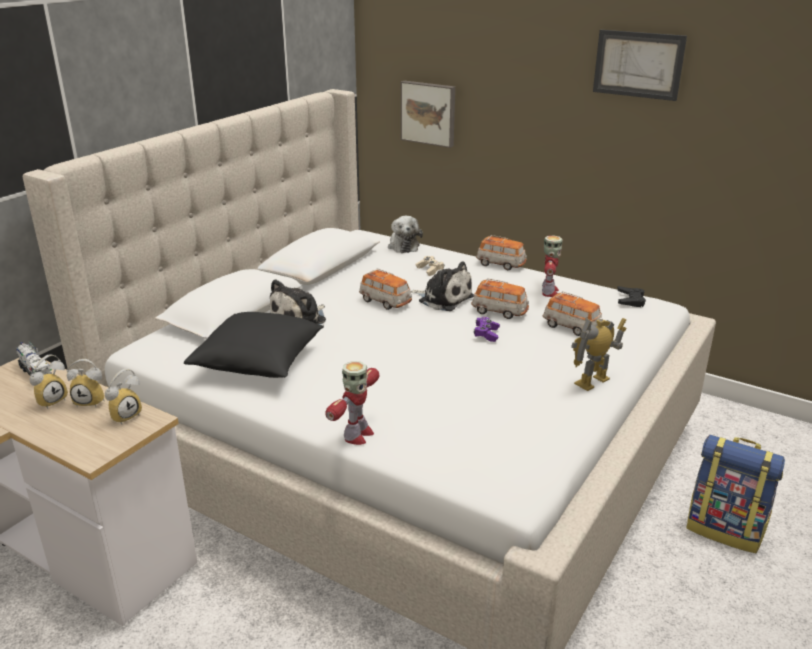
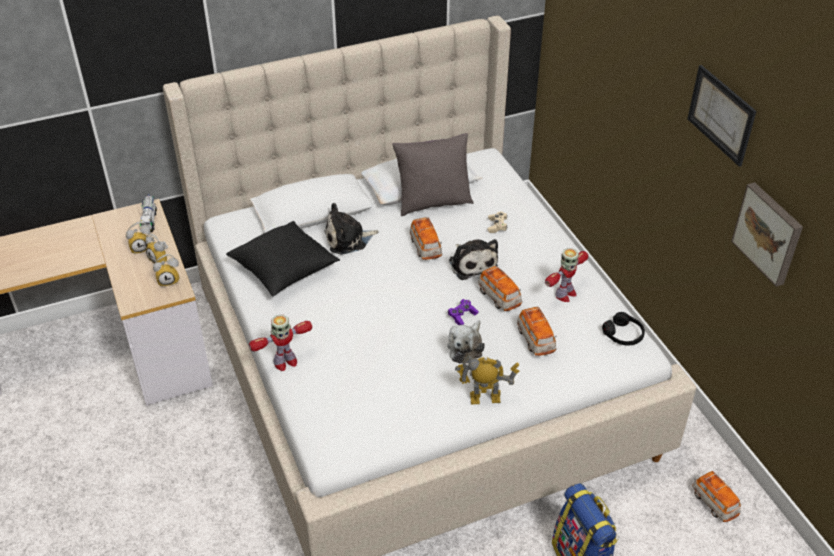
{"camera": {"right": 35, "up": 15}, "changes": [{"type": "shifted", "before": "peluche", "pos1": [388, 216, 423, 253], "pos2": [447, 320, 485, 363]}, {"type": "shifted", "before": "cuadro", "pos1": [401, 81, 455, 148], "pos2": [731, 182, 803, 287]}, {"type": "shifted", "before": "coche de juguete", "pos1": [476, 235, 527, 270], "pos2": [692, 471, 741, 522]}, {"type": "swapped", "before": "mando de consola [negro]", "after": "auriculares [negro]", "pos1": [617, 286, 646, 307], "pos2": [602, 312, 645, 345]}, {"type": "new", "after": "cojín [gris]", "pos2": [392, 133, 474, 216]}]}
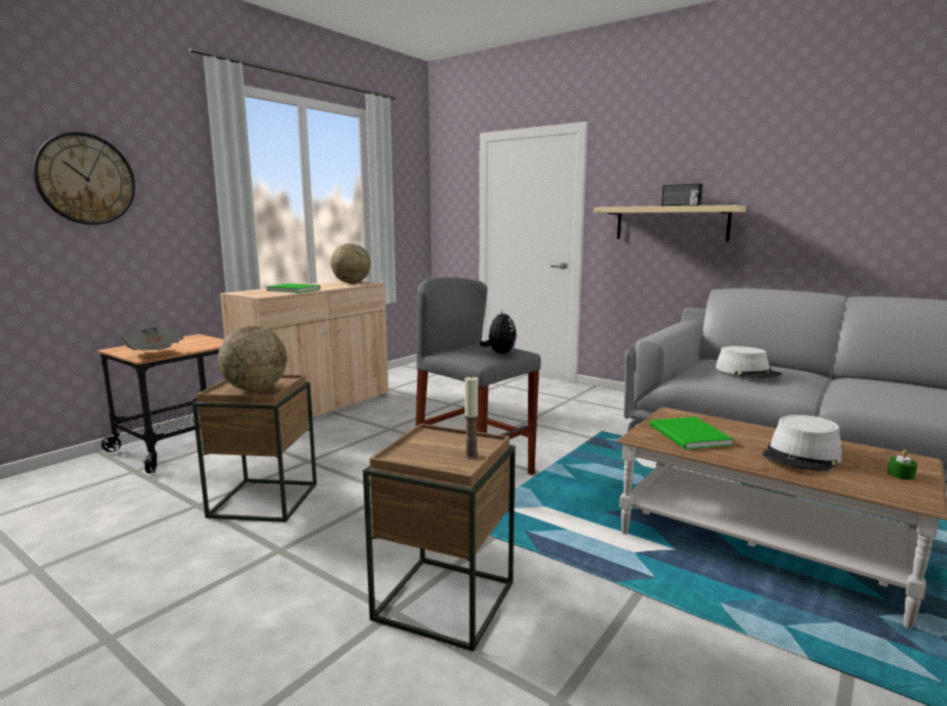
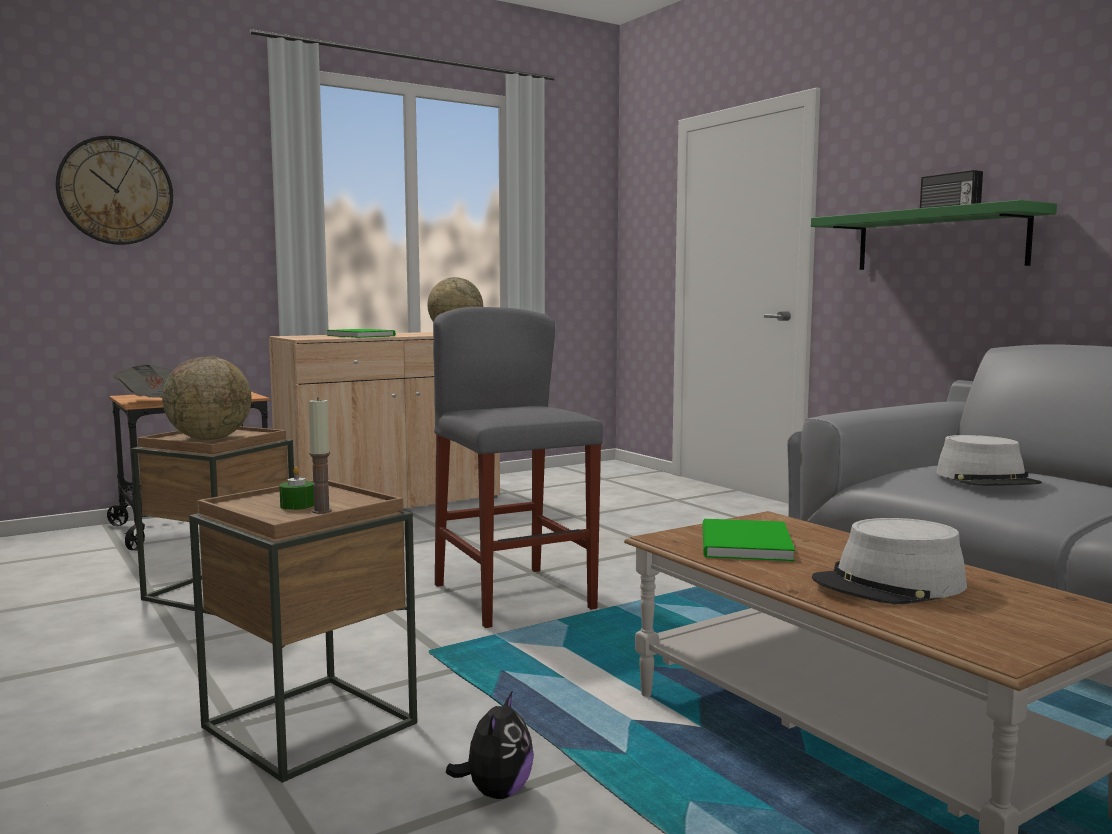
{"camera": {"right": 20, "up": -5}, "changes": [{"type": "shifted", "before": "peluche", "pos1": [480, 309, 517, 353], "pos2": [446, 690, 534, 799]}, {"type": "repainted", "before": "estante [beis]", "after": "estante [verde]", "pos1": [594, 205, 746, 241], "pos2": [811, 200, 1057, 270]}, {"type": "shifted", "before": "vela [verde]", "pos1": [887, 449, 917, 480], "pos2": [279, 467, 314, 510]}]}
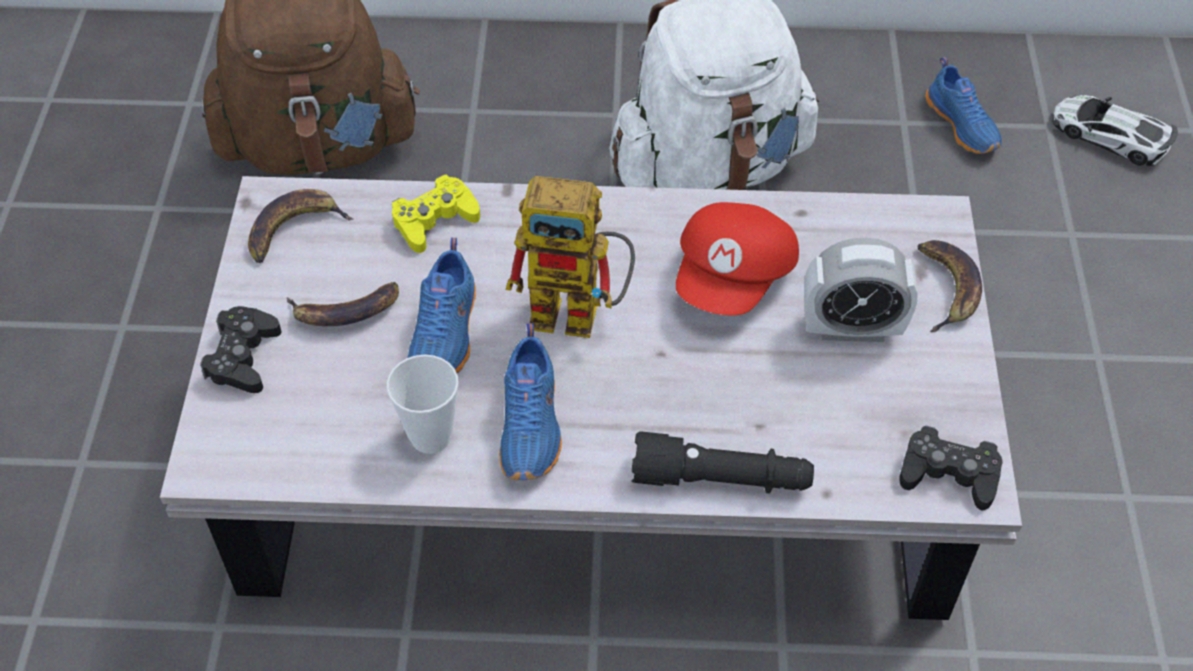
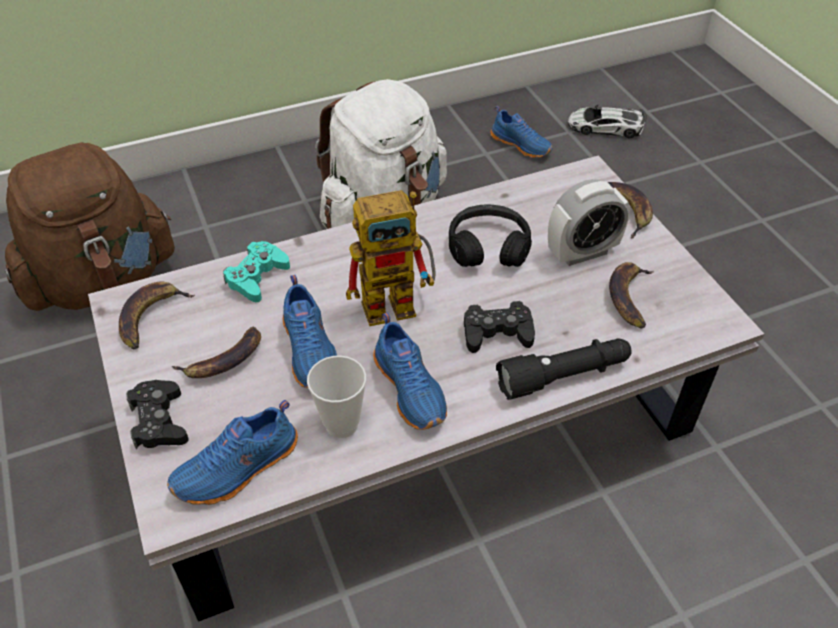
{"camera": {"right": -25, "up": -5}, "changes": [{"type": "repainted", "before": "mando de consola [amarillo]", "after": "mando de consola [turquesa]", "pos1": [392, 175, 480, 253], "pos2": [223, 241, 290, 302]}, {"type": "swapped", "before": "gorra [rojo]", "after": "auriculares [negro]", "pos1": [676, 202, 799, 315], "pos2": [449, 204, 532, 267]}, {"type": "shifted", "before": "mando de consola [negro]", "pos1": [899, 426, 1003, 511], "pos2": [464, 301, 535, 353]}, {"type": "new", "after": "zapato [azul]", "pos2": [167, 400, 298, 505]}, {"type": "new", "after": "plátano", "pos2": [609, 262, 654, 329]}]}
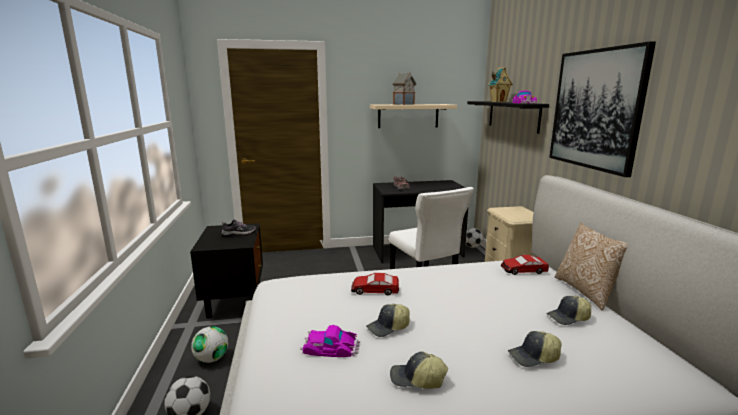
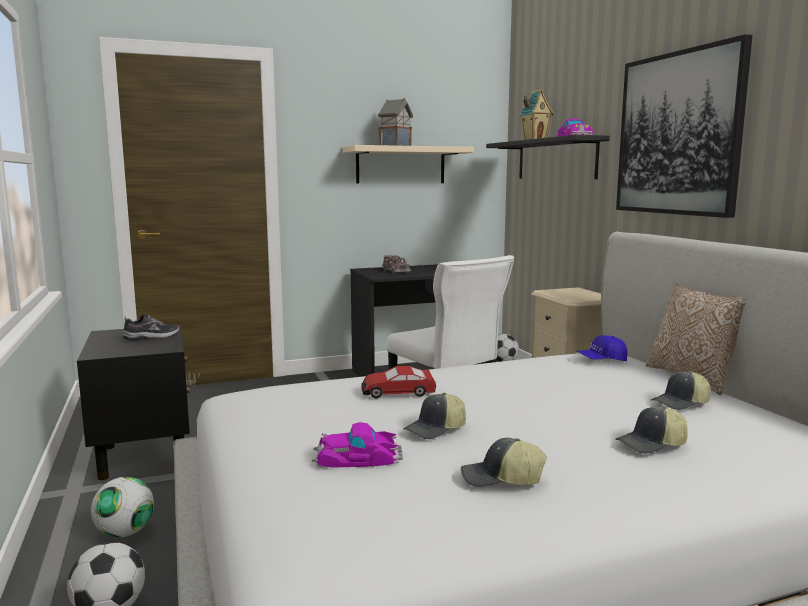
{"camera": {"right": -10, "up": -5}, "changes": [{"type": "swapped", "before": "coche de juguete", "after": "gorra [azul]", "pos1": [501, 255, 549, 275], "pos2": [576, 335, 627, 361]}]}
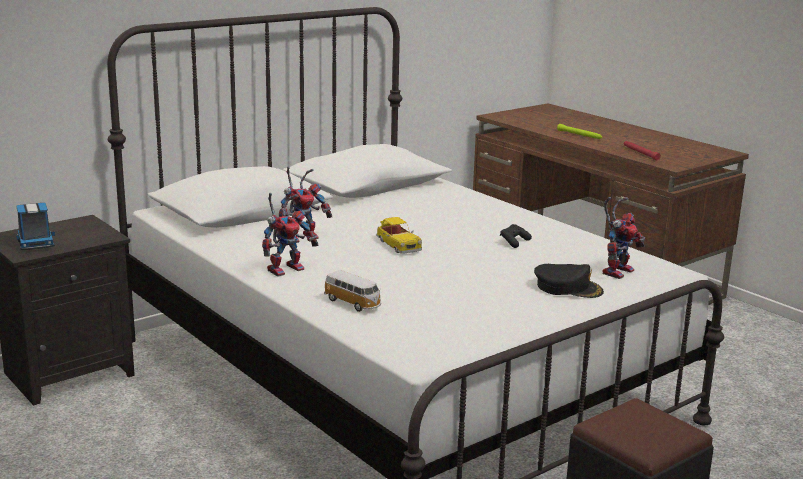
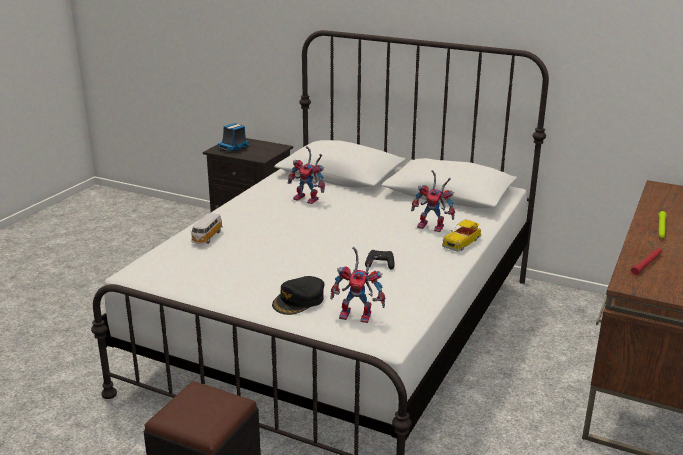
{"camera": {"right": 65, "up": 5}, "changes": [{"type": "shifted", "before": "robot de juguete", "pos1": [262, 193, 319, 277], "pos2": [411, 170, 455, 232]}, {"type": "shifted", "before": "coche de juguete", "pos1": [376, 217, 422, 254], "pos2": [442, 219, 481, 251]}, {"type": "rotated", "before": "gorra [negro]", "pos1": [534, 264, 604, 298], "pos2": [272, 276, 324, 315], "turn": 45}]}
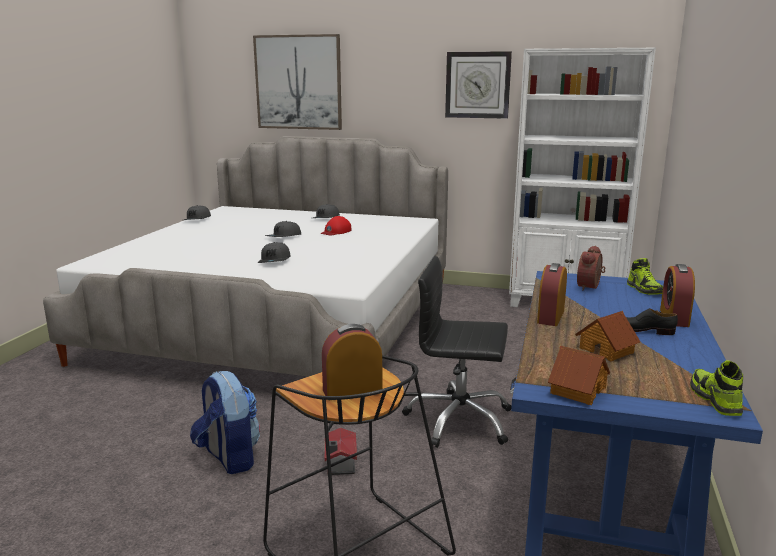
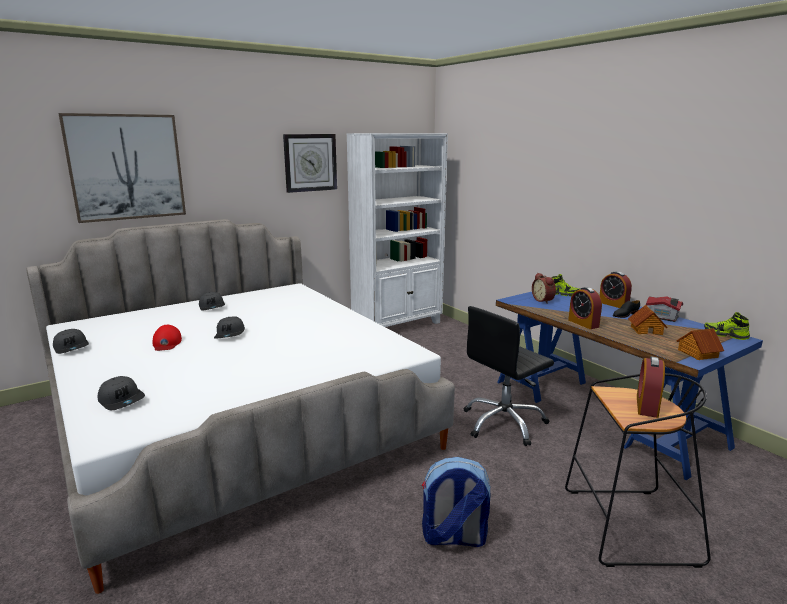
{"camera": {"right": -50, "up": 0}, "changes": [{"type": "shifted", "before": "gorra [gris]", "pos1": [258, 242, 291, 263], "pos2": [98, 376, 145, 410]}, {"type": "shifted", "before": "gorra [rojo]", "pos1": [321, 216, 351, 235], "pos2": [153, 325, 182, 351]}, {"type": "shifted", "before": "casita", "pos1": [325, 428, 357, 475], "pos2": [646, 296, 683, 322]}]}
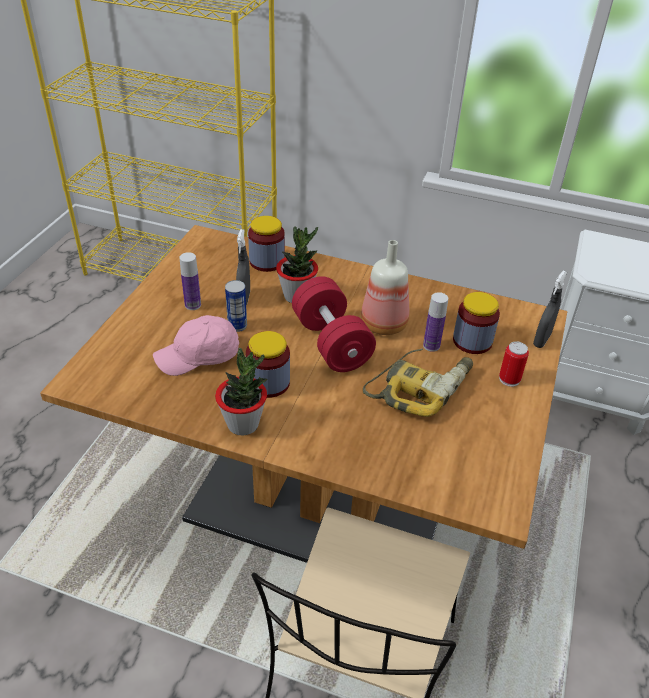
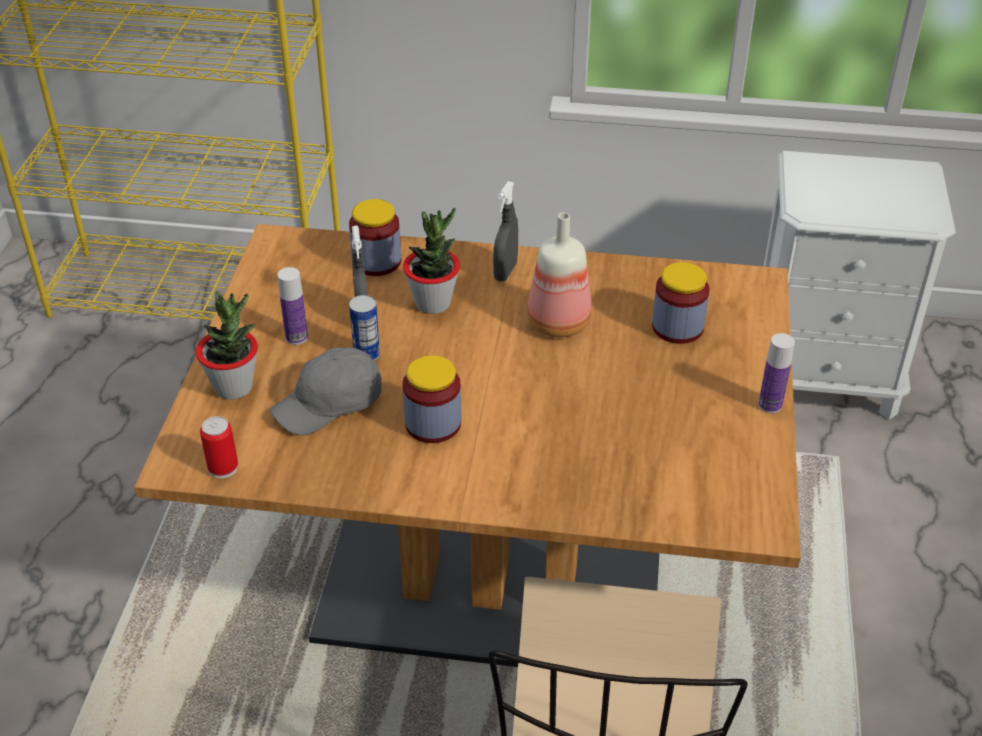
{"camera": {"right": -10, "up": 0}, "changes": [{"type": "repainted", "before": "gorra [rosa]", "after": "gorra [gris]", "pos1": [153, 315, 239, 376], "pos2": [270, 347, 382, 435]}, {"type": "shifted", "before": "planta en maceta", "pos1": [215, 348, 267, 436], "pos2": [196, 291, 258, 400]}, {"type": "gone", "before": "mancuerna [rojo]", "pos1": [292, 276, 376, 372]}, {"type": "gone", "before": "taladro", "pos1": [363, 348, 473, 417]}, {"type": "shifted", "before": "botella", "pos1": [423, 292, 448, 352], "pos2": [758, 333, 795, 413]}, {"type": "shifted", "before": "lata", "pos1": [499, 341, 529, 387], "pos2": [200, 416, 238, 479]}, {"type": "shifted", "before": "pulverizador [gris]", "pos1": [533, 271, 567, 348], "pos2": [493, 181, 518, 281]}]}
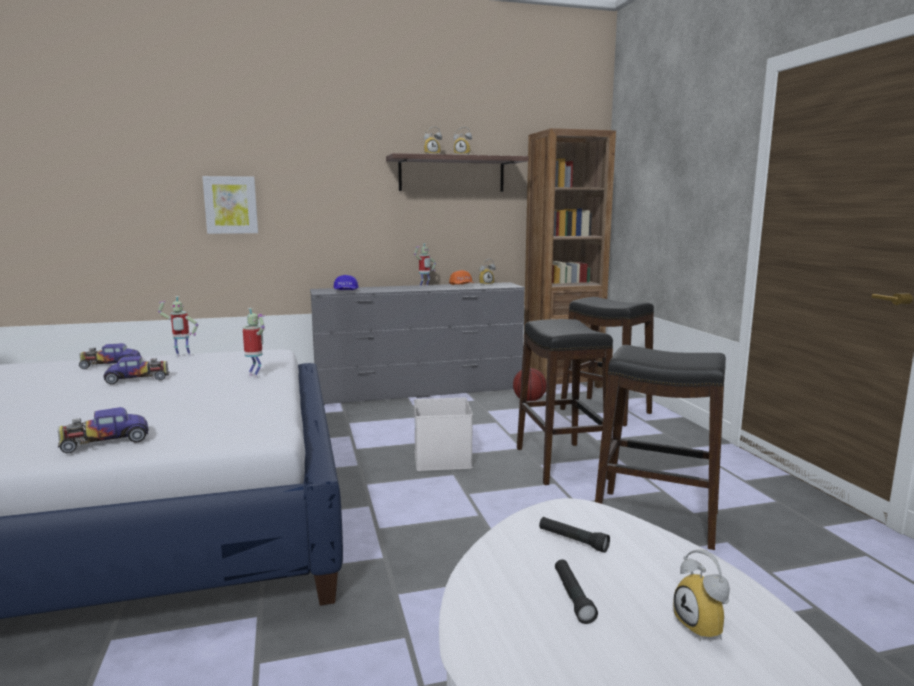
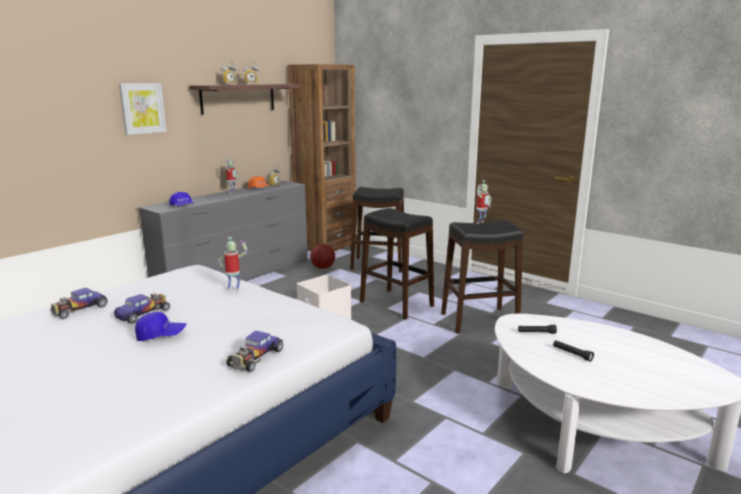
{"camera": {"right": -35, "up": 5}, "changes": [{"type": "shifted", "before": "robot de juguete", "pos1": [158, 296, 198, 356], "pos2": [476, 180, 492, 224]}, {"type": "shifted", "before": "cuadro", "pos1": [202, 176, 258, 234], "pos2": [119, 83, 167, 135]}, {"type": "gone", "before": "despertador", "pos1": [673, 549, 730, 641]}, {"type": "new", "after": "gorra [azul]", "pos2": [135, 312, 186, 341]}]}
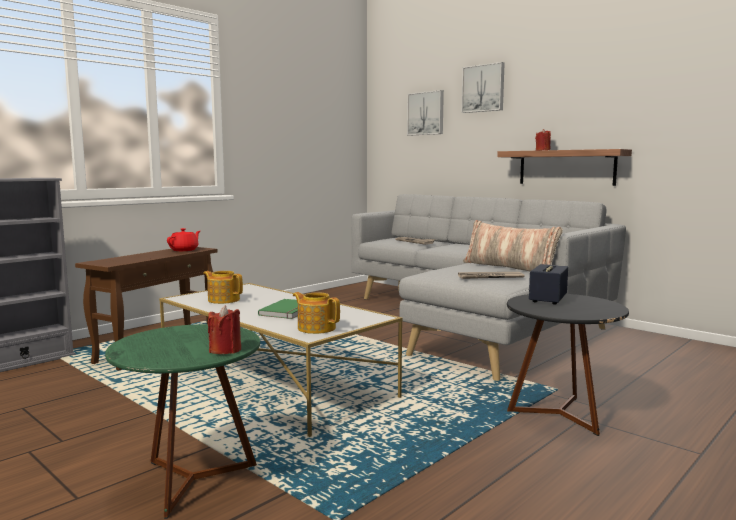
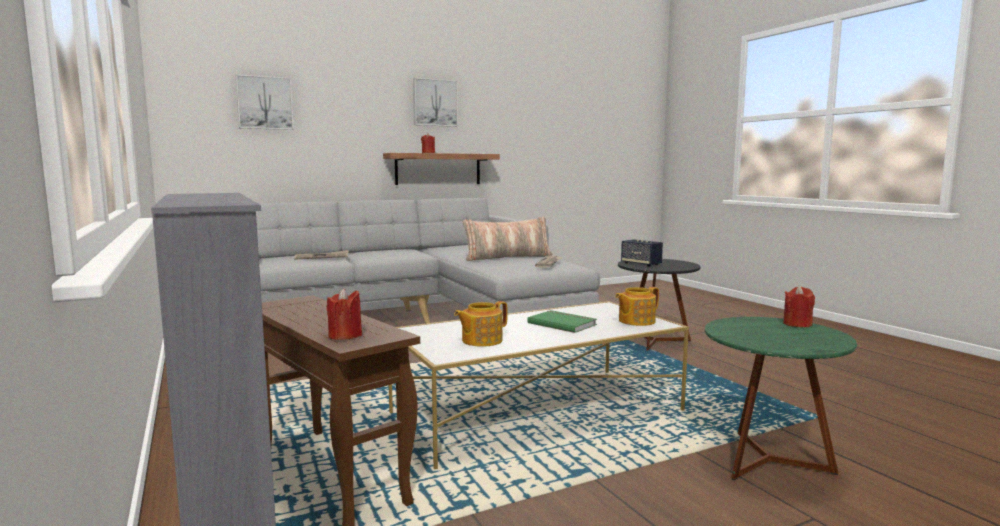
{"camera": {"right": -70, "up": 0}, "changes": [{"type": "gone", "before": "tetera [rojo]", "pos1": [167, 228, 200, 251]}, {"type": "shifted", "before": "cuadro", "pos1": [461, 62, 505, 113], "pos2": [413, 78, 458, 127]}, {"type": "new", "after": "vela [rojo]", "pos2": [327, 288, 362, 340]}]}
